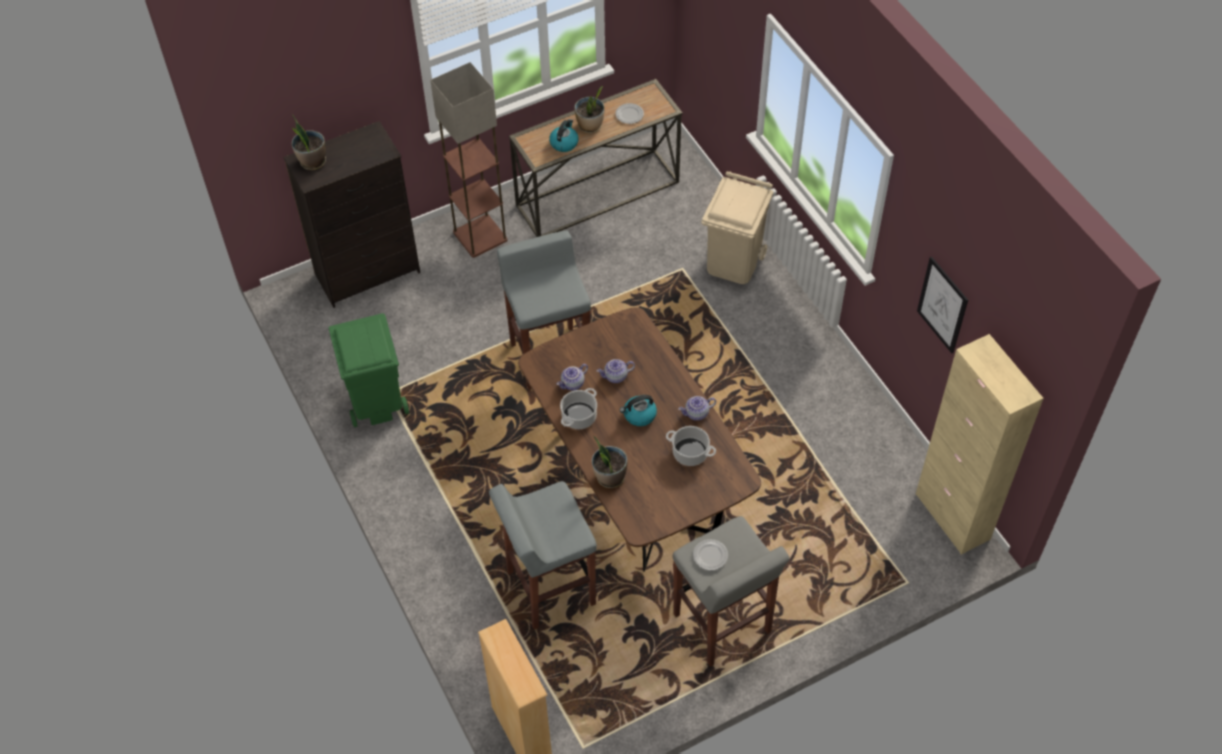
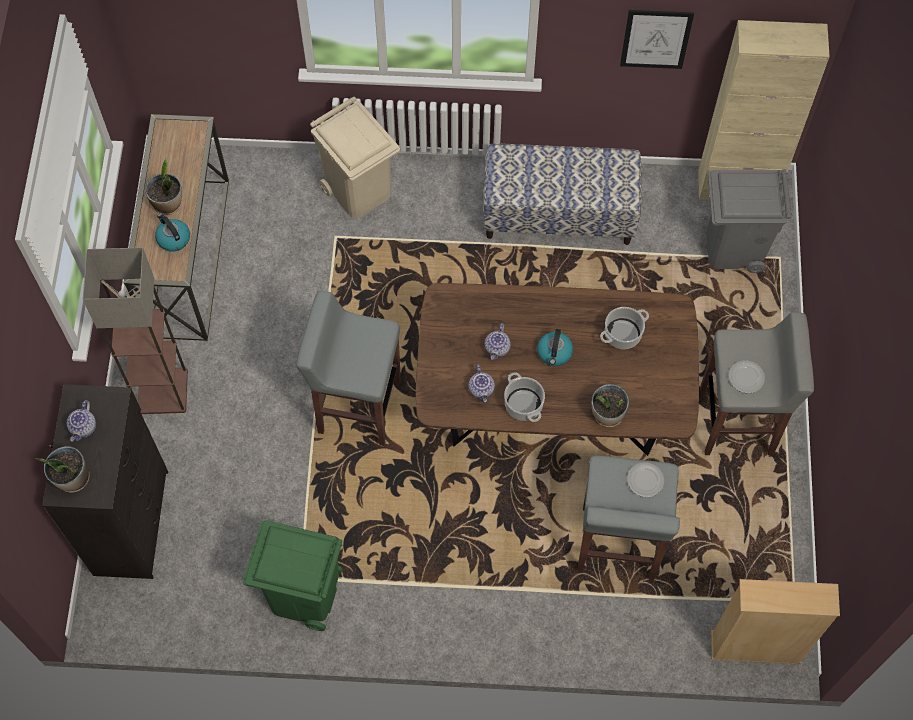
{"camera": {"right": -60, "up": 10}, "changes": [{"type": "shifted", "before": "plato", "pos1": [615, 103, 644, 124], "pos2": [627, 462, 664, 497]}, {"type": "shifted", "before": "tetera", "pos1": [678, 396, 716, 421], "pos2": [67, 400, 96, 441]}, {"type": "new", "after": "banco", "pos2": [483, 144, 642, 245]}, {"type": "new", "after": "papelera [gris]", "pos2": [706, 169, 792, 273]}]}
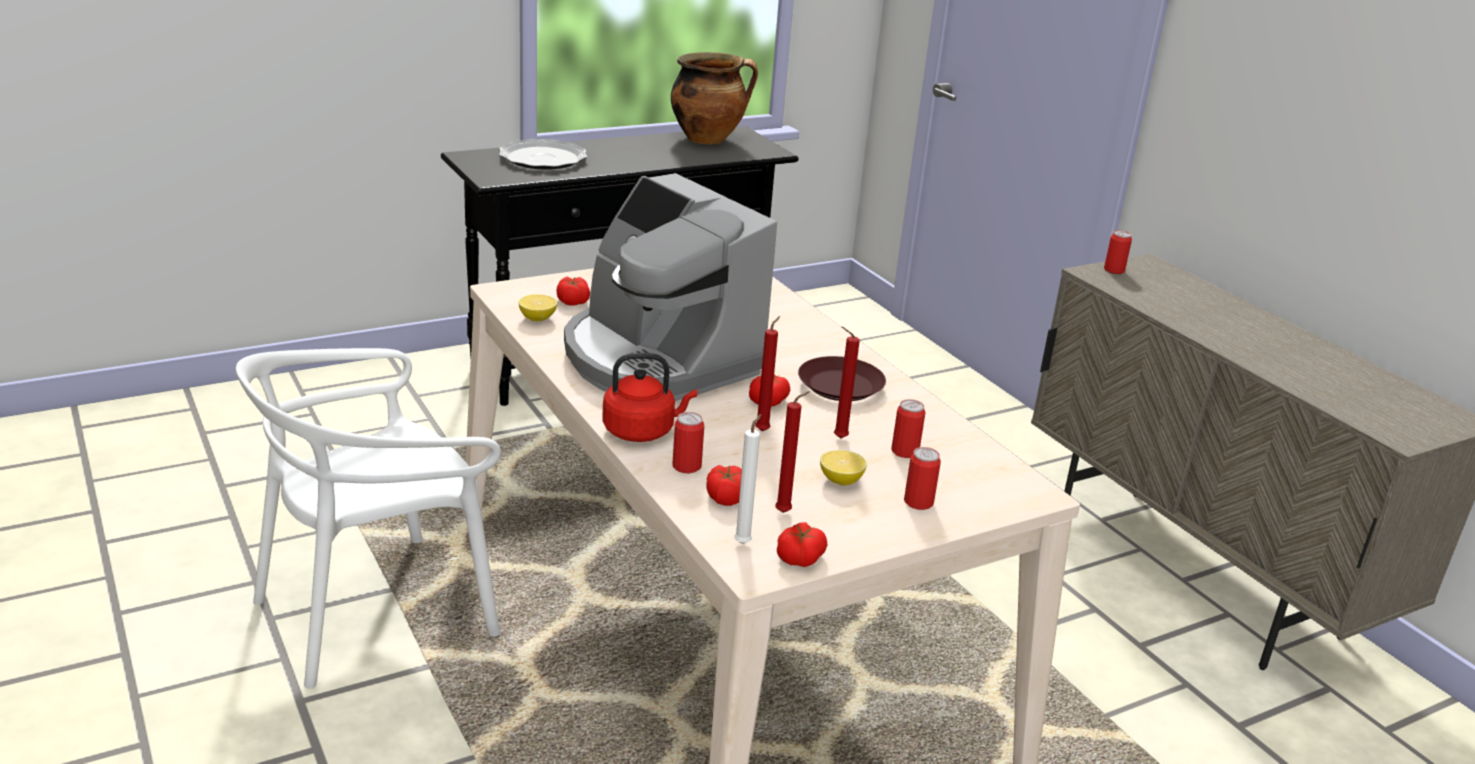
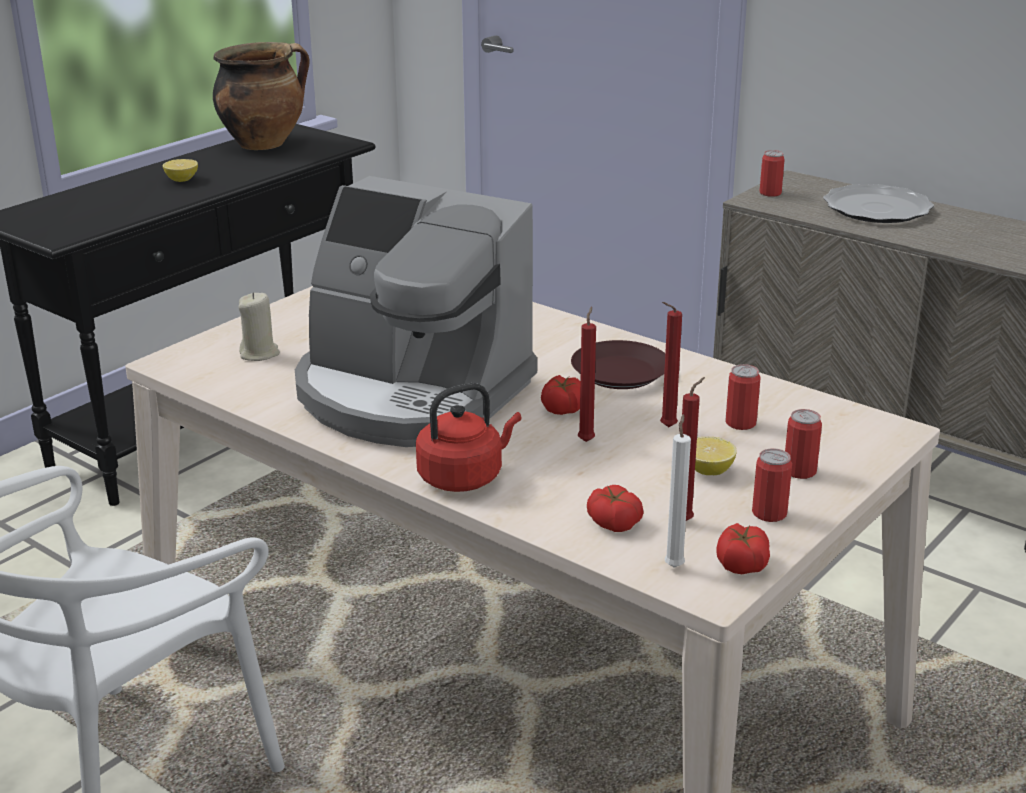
{"camera": {"right": -20, "up": 0}, "changes": [{"type": "shifted", "before": "plato", "pos1": [499, 139, 587, 170], "pos2": [823, 184, 934, 223]}, {"type": "shifted", "before": "limón", "pos1": [518, 294, 557, 321], "pos2": [163, 159, 198, 182]}, {"type": "swapped", "before": "tomate", "after": "vela [beis]", "pos1": [557, 276, 590, 306], "pos2": [239, 292, 280, 361]}, {"type": "shifted", "before": "lata", "pos1": [672, 412, 704, 473], "pos2": [752, 448, 792, 522]}]}
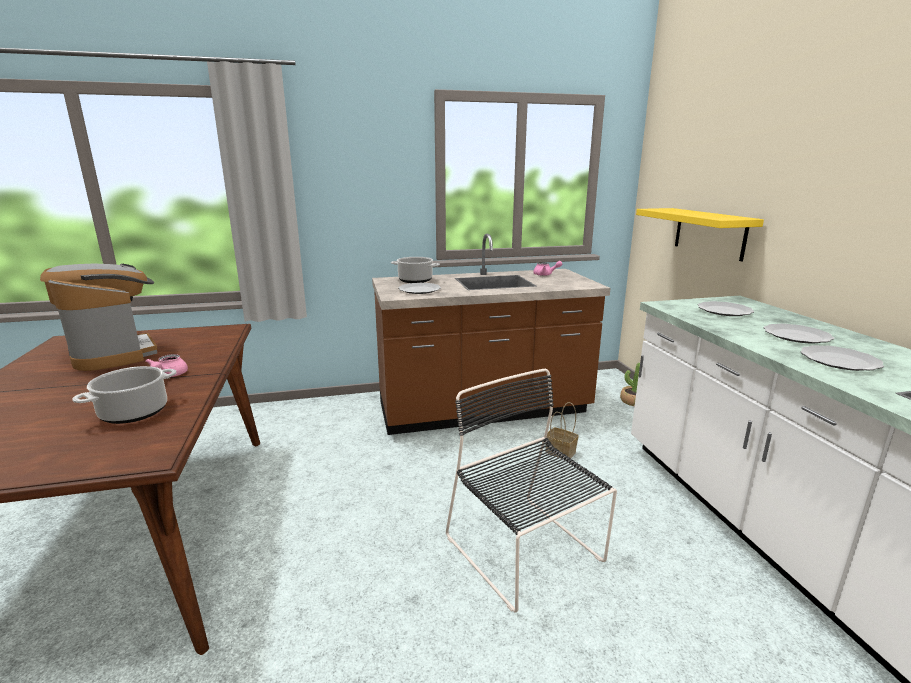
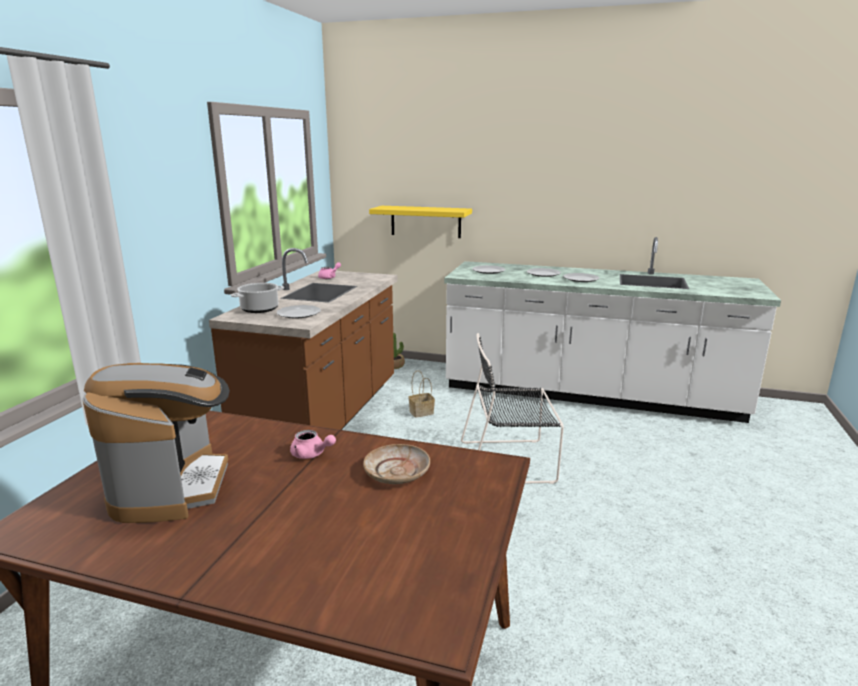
{"camera": {"right": -60, "up": 0}, "changes": [{"type": "rotated", "before": "cafetera", "pos1": [40, 263, 157, 371], "pos2": [82, 363, 230, 523], "turn": 90}, {"type": "swapped", "before": "olla", "after": "plato [beis]", "pos1": [72, 366, 177, 424], "pos2": [363, 444, 430, 484]}]}
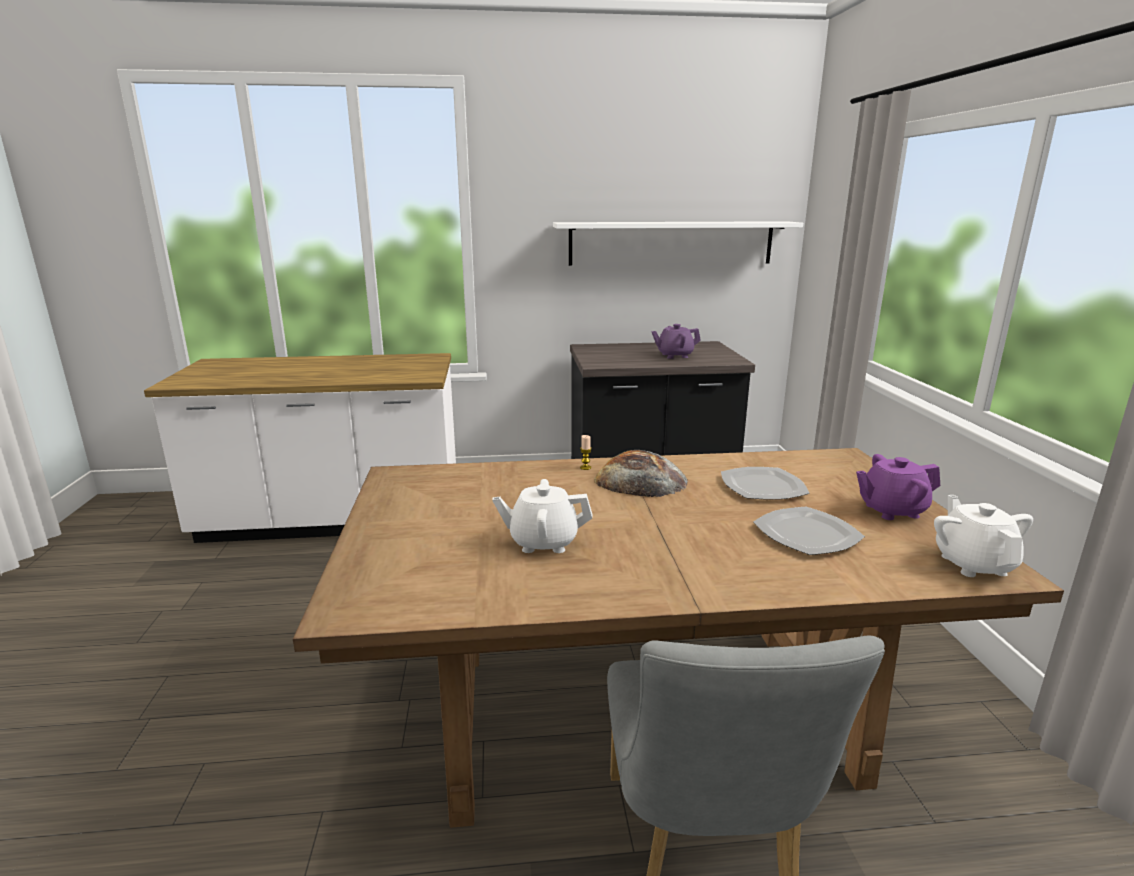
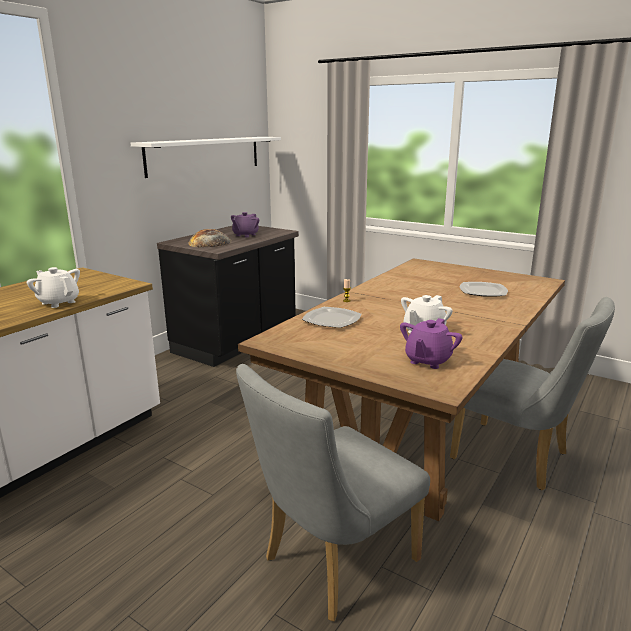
{"camera": {"right": -50, "up": 0}, "changes": [{"type": "shifted", "before": "pan", "pos1": [594, 450, 688, 497], "pos2": [188, 229, 232, 247]}, {"type": "shifted", "before": "plato", "pos1": [721, 467, 809, 500], "pos2": [302, 307, 361, 328]}, {"type": "shifted", "before": "tetera [morado]", "pos1": [856, 454, 940, 520], "pos2": [400, 318, 462, 369]}, {"type": "shifted", "before": "tetera [blanco]", "pos1": [934, 495, 1033, 577], "pos2": [27, 267, 80, 308]}, {"type": "new", "after": "silla [gris]", "pos2": [236, 364, 430, 622]}]}
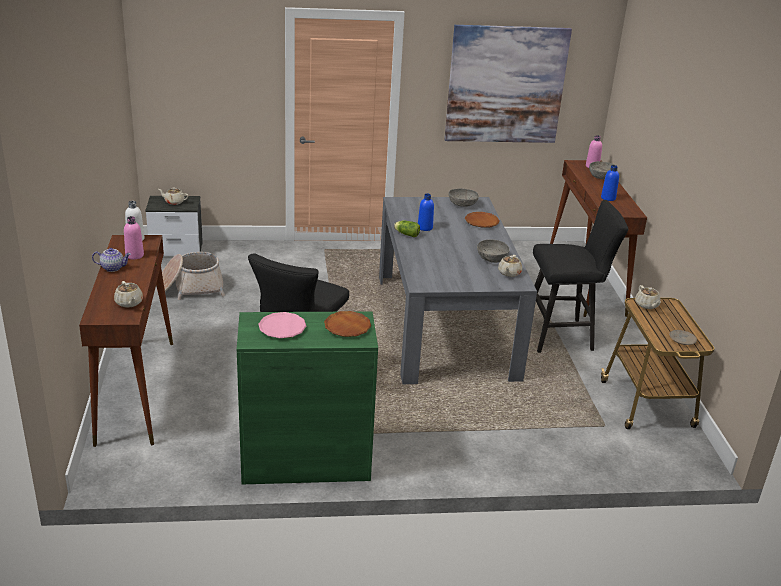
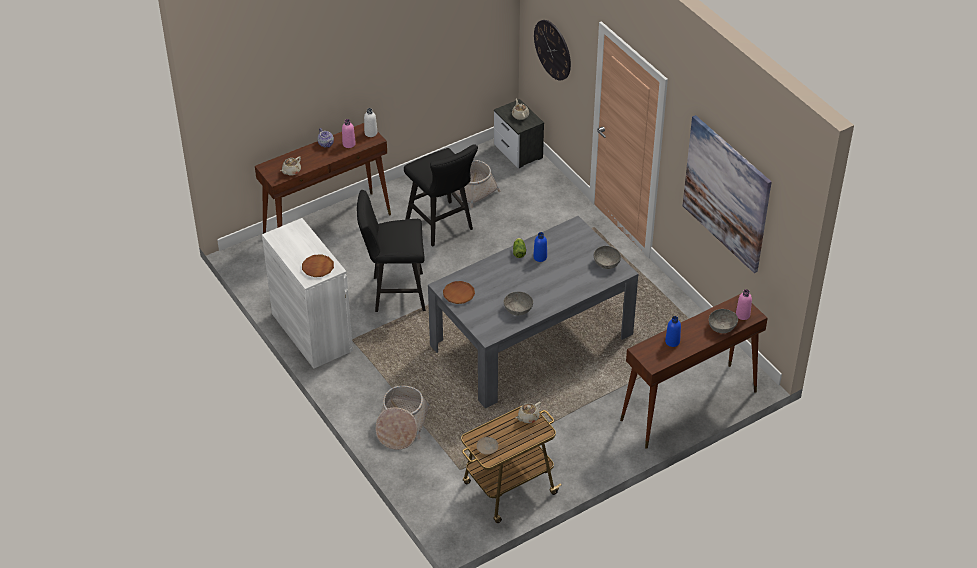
{"camera": {"right": 65, "up": 15}, "changes": [{"type": "repainted", "before": "armario [verde]", "after": "armario [blanco]", "pos1": [237, 311, 378, 484], "pos2": [262, 218, 353, 369]}, {"type": "gone", "before": "plato [rosa]", "pos1": [258, 312, 306, 338]}, {"type": "shifted", "before": "plato [marrón]", "pos1": [465, 212, 500, 228], "pos2": [443, 281, 475, 304]}, {"type": "gone", "before": "tetera [beis]", "pos1": [498, 255, 522, 277]}, {"type": "shifted", "before": "taburete [negro]", "pos1": [533, 200, 628, 353], "pos2": [404, 144, 478, 247]}, {"type": "new", "after": "cesta", "pos2": [376, 386, 431, 450]}, {"type": "new", "after": "reloj de pared", "pos2": [534, 20, 571, 80]}]}
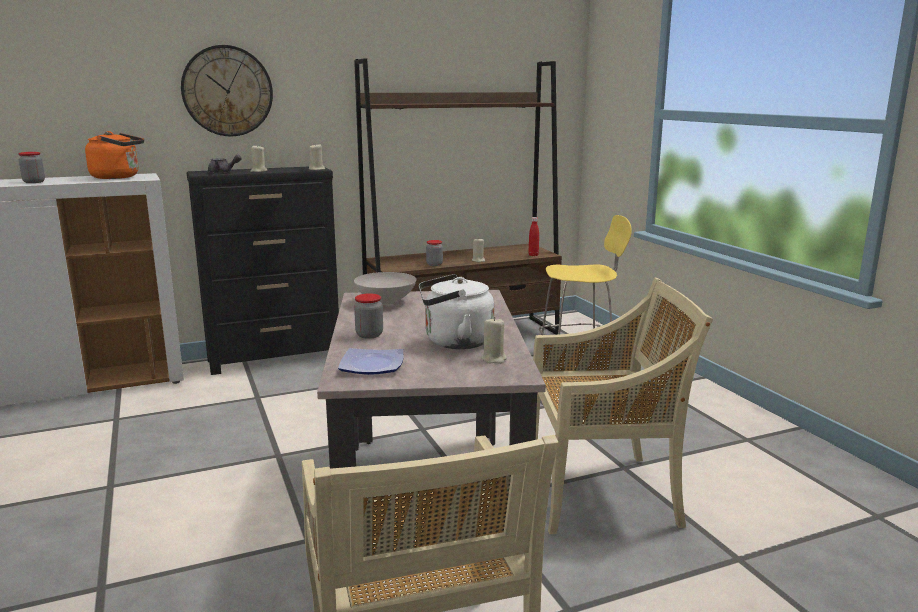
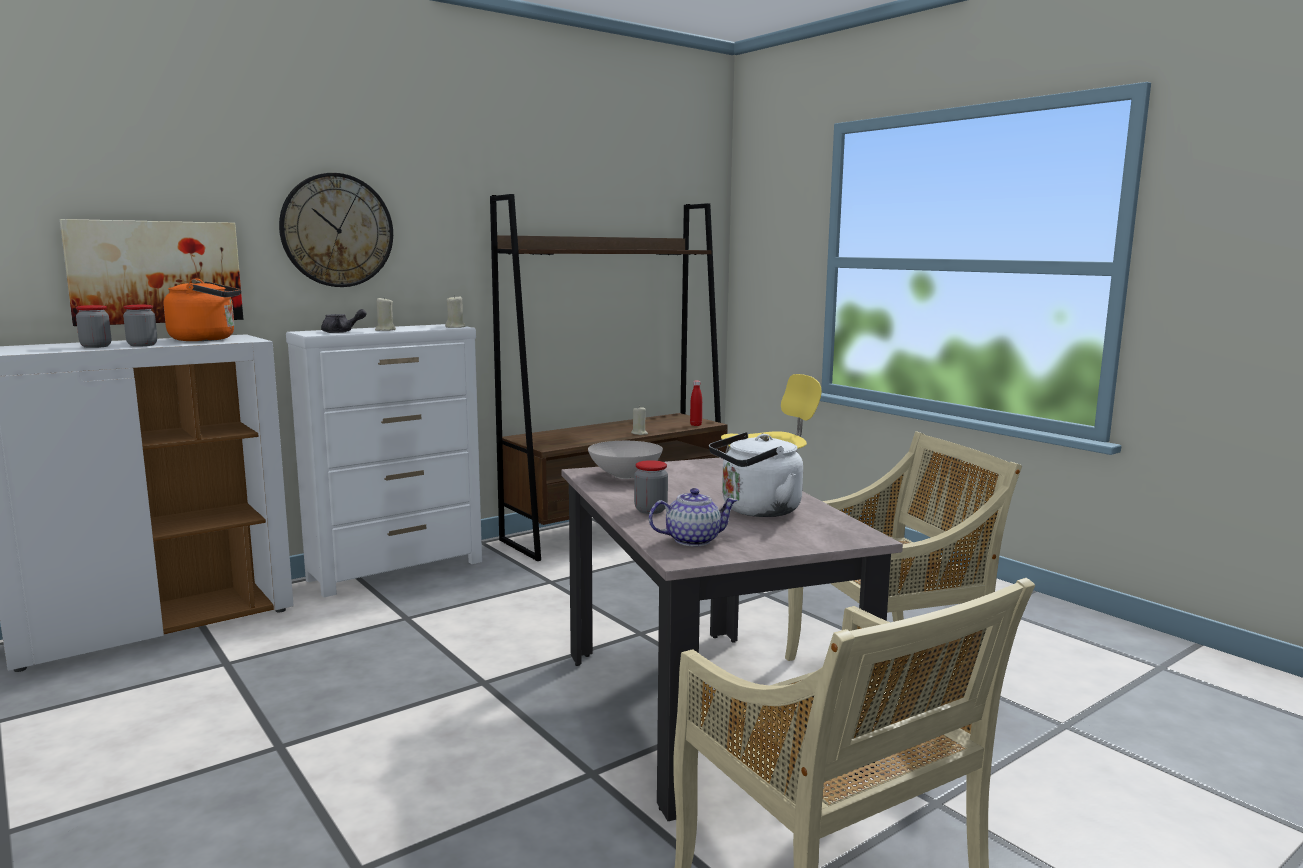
{"camera": {"right": -15, "up": -5}, "changes": [{"type": "repainted", "before": "cómoda [negro]", "after": "cómoda [blanco]", "pos1": [187, 167, 339, 375], "pos2": [286, 324, 482, 597]}, {"type": "swapped", "before": "plato", "after": "tetera", "pos1": [338, 348, 404, 375], "pos2": [649, 488, 738, 547]}, {"type": "shifted", "before": "tarro", "pos1": [426, 240, 443, 266], "pos2": [123, 305, 157, 346]}, {"type": "gone", "before": "vela [beis]", "pos1": [481, 317, 507, 364]}, {"type": "new", "after": "cuadro", "pos2": [60, 219, 243, 326]}]}
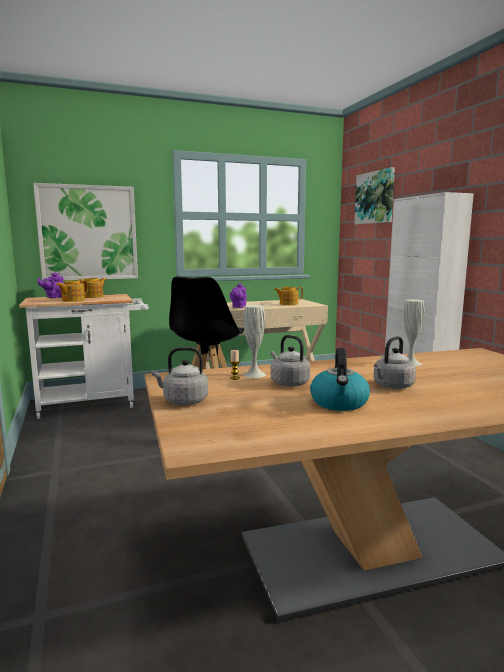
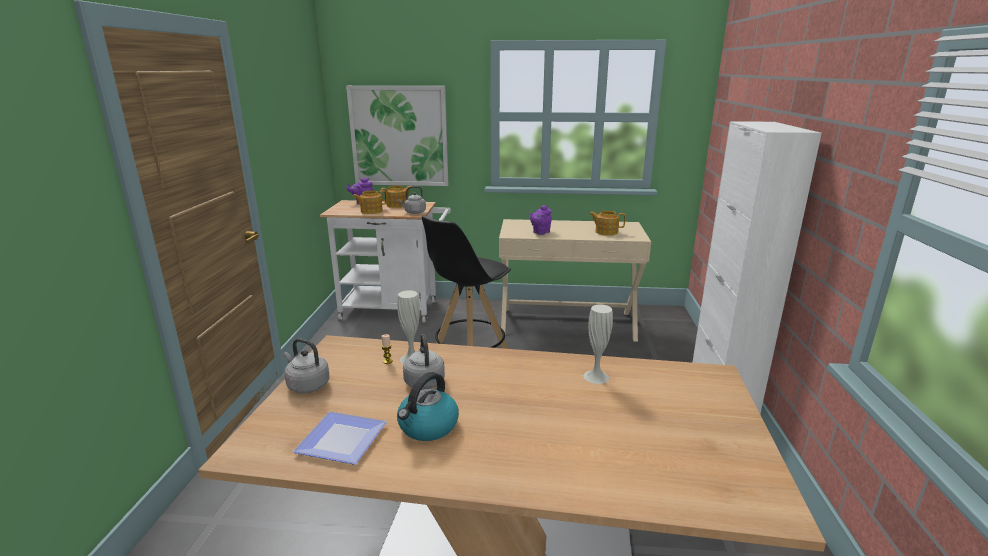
{"camera": {"right": 25, "up": 10}, "changes": [{"type": "gone", "before": "cuadro", "pos1": [354, 167, 395, 224]}, {"type": "shifted", "before": "hervidor [gris]", "pos1": [373, 336, 416, 389], "pos2": [398, 186, 426, 214]}, {"type": "new", "after": "plato", "pos2": [293, 411, 387, 465]}]}
